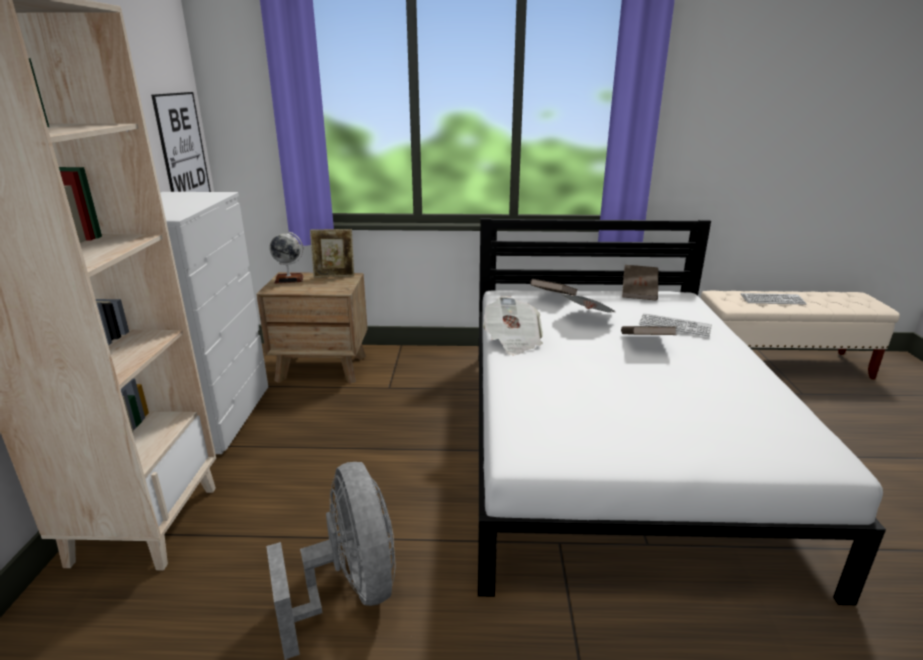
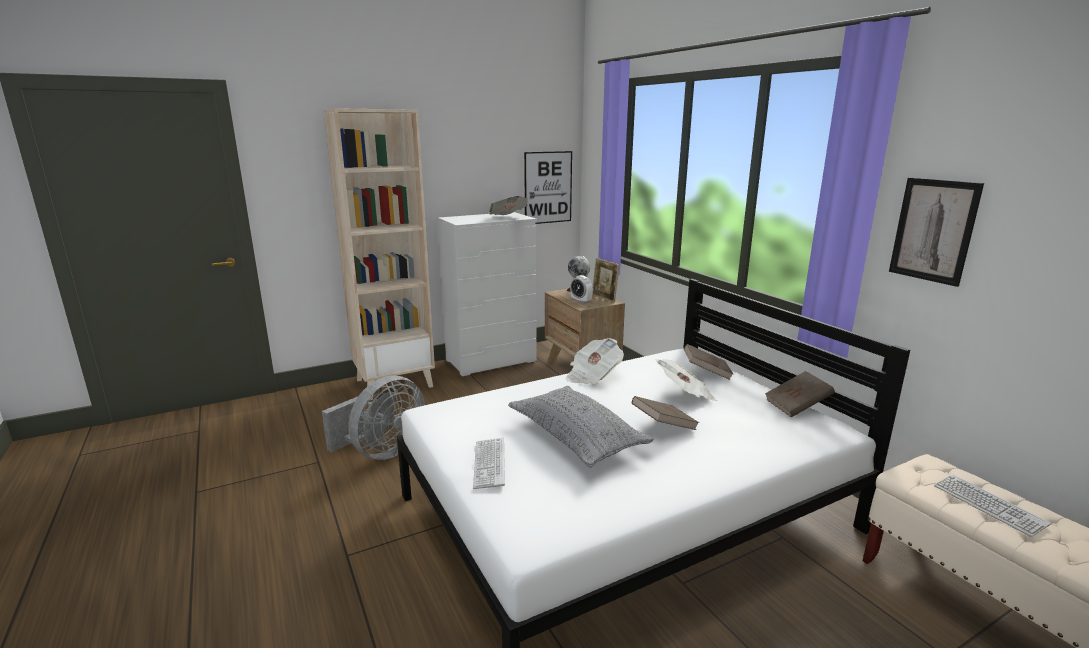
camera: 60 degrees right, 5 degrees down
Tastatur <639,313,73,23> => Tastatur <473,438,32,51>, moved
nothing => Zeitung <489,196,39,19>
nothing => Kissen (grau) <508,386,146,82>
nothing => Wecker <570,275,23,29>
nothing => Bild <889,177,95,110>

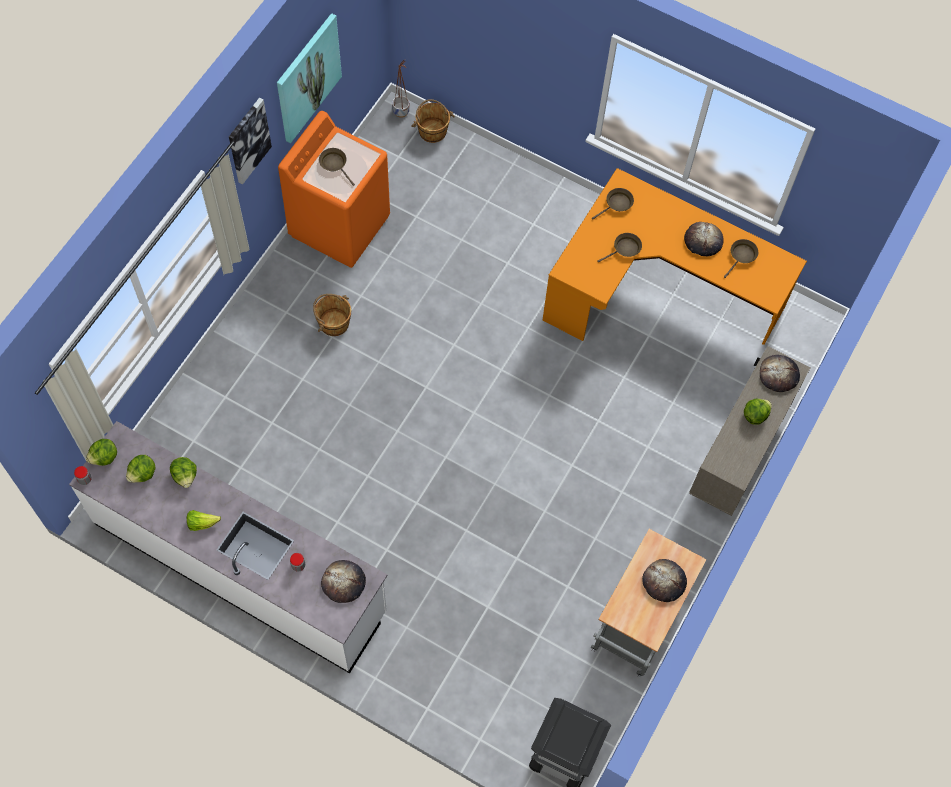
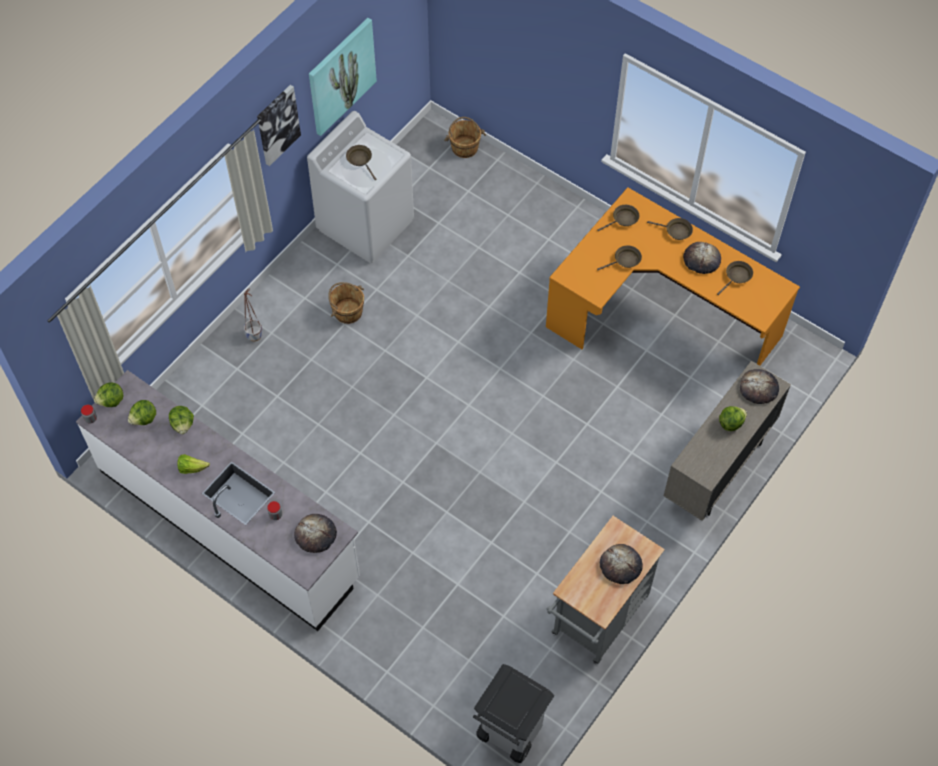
camera: 10 degrees right, 5 degrees down
Waschmaschine (orange) <278,111,112,157> => Waschmaschine (weiß) <307,111,107,152>
Pflanzkübel <392,60,18,58> => Pflanzkübel <244,288,19,53>, moved
nothing => Pfanne (braun) <647,218,46,22>

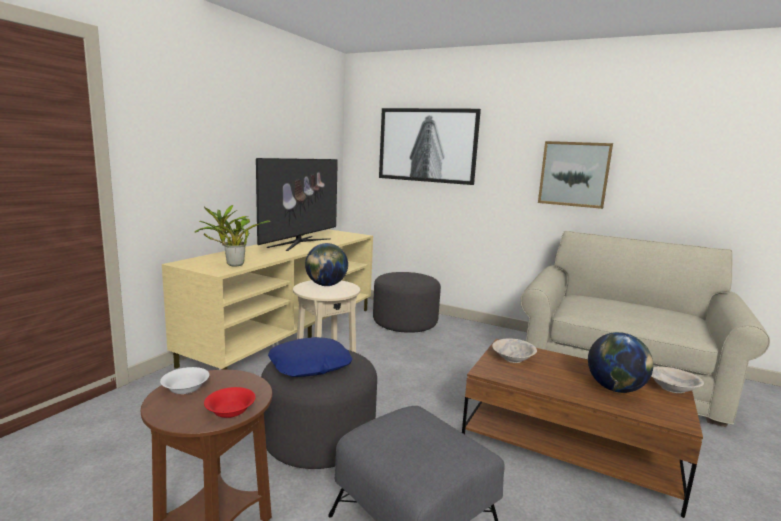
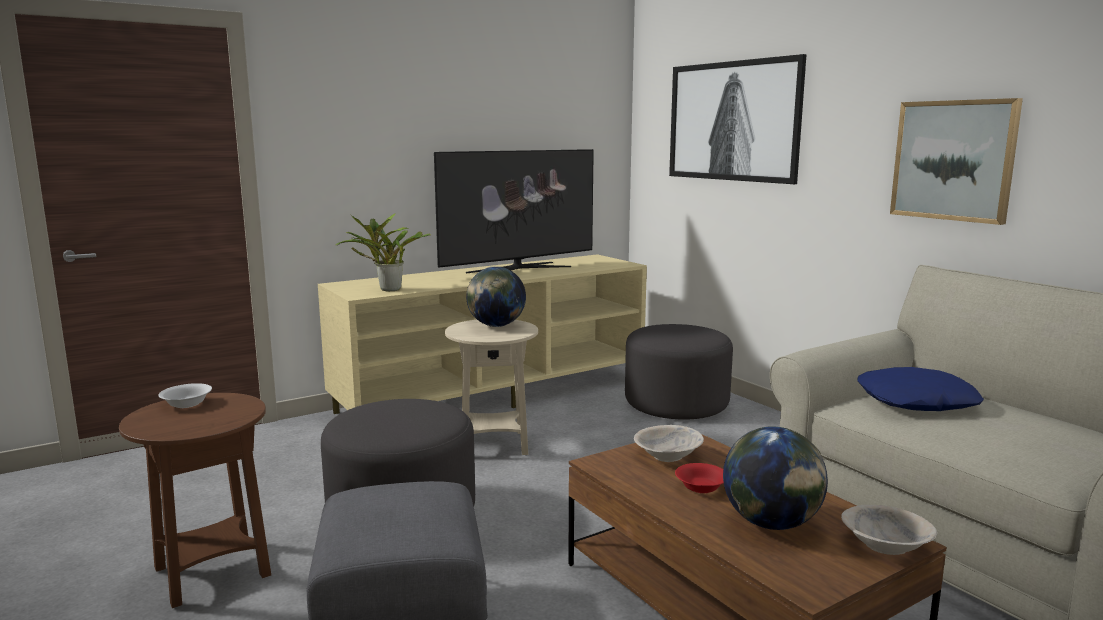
camera: 30 degrees right, 0 degrees up
Schüssel (rot) <204,387,52,31> => Schüssel (rot) <675,463,49,30>, moved
Kissen (blau) <268,337,85,40> => Kissen (blau) <857,367,127,44>, moved

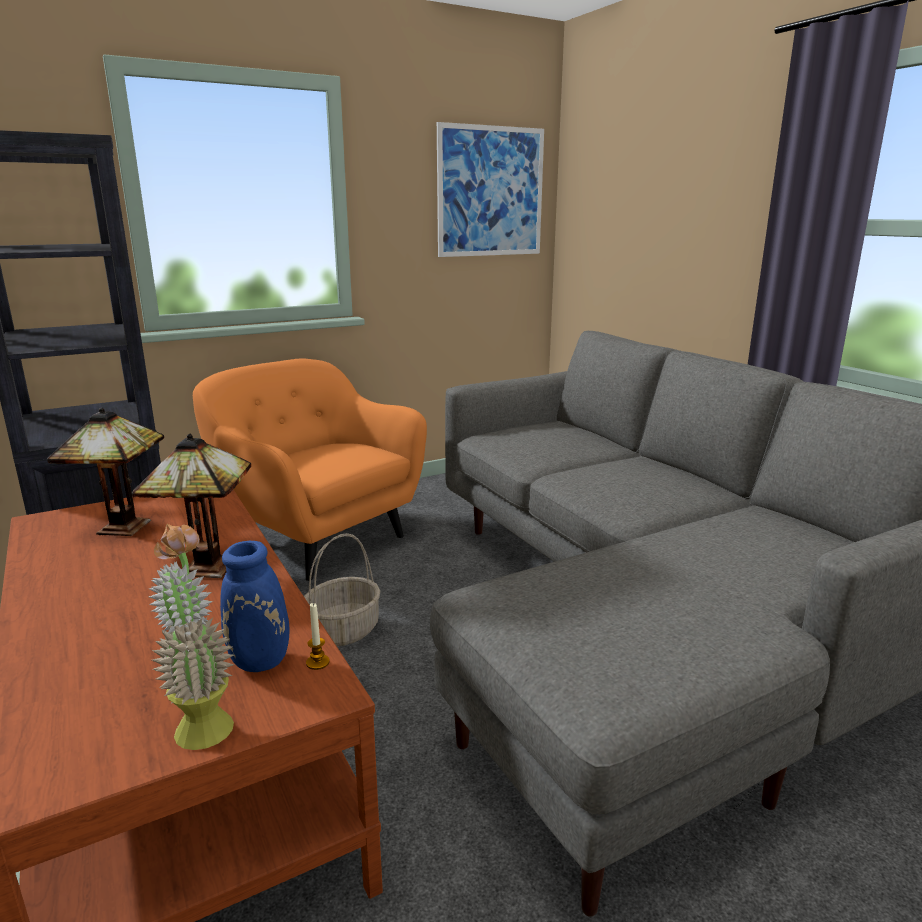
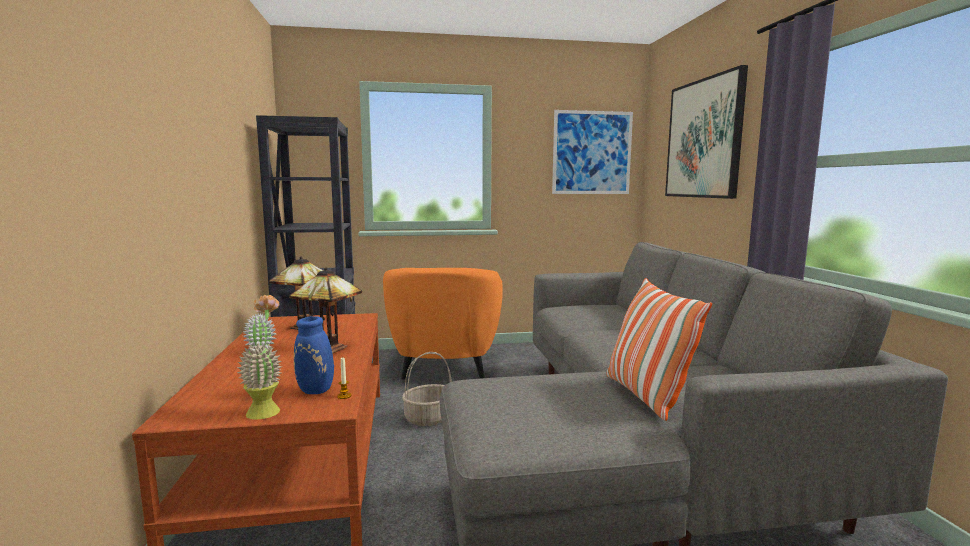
camera: 20 degrees right, 10 degrees down
Sessel (orange) <193,359,234,222> => Sessel (orange) <383,268,120,111>, 150 degrees counterclockwise
nothing => Kissen <607,278,105,143>
nothing => Bild <665,65,83,134>

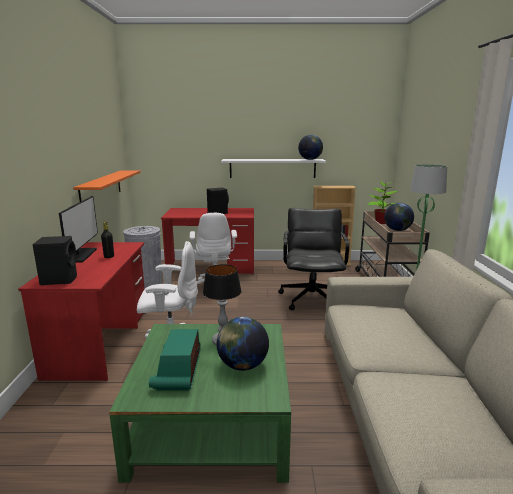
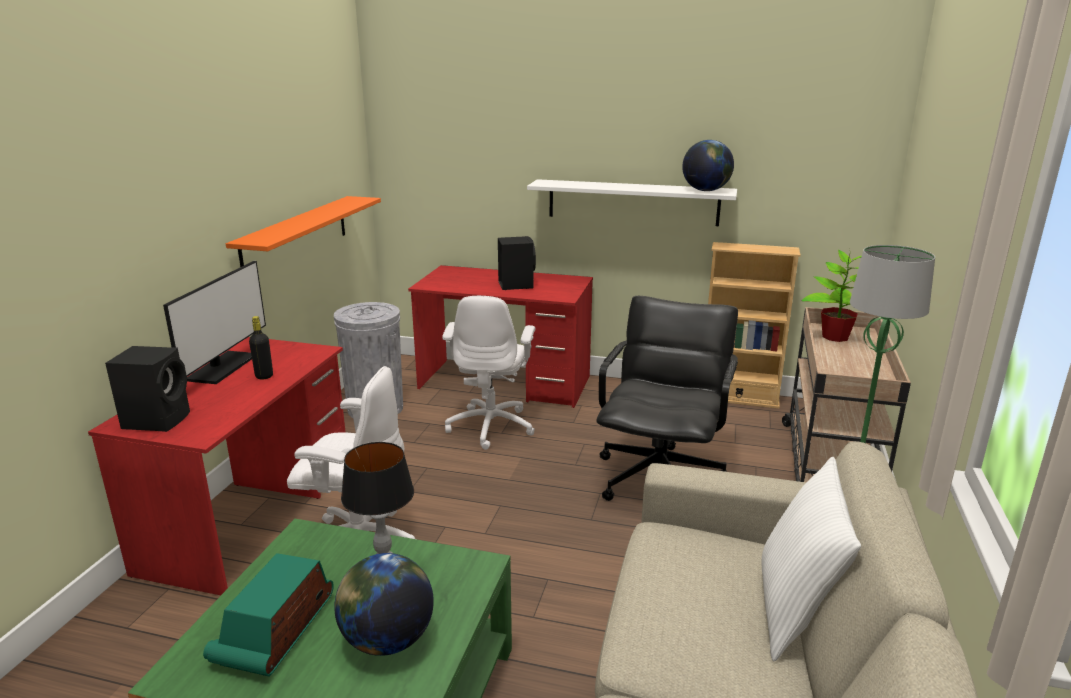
camera: 15 degrees right, 5 degrees up
Globus <384,203,30,28> => nothing
nothing => Kissen (weiß) <762,456,99,205>

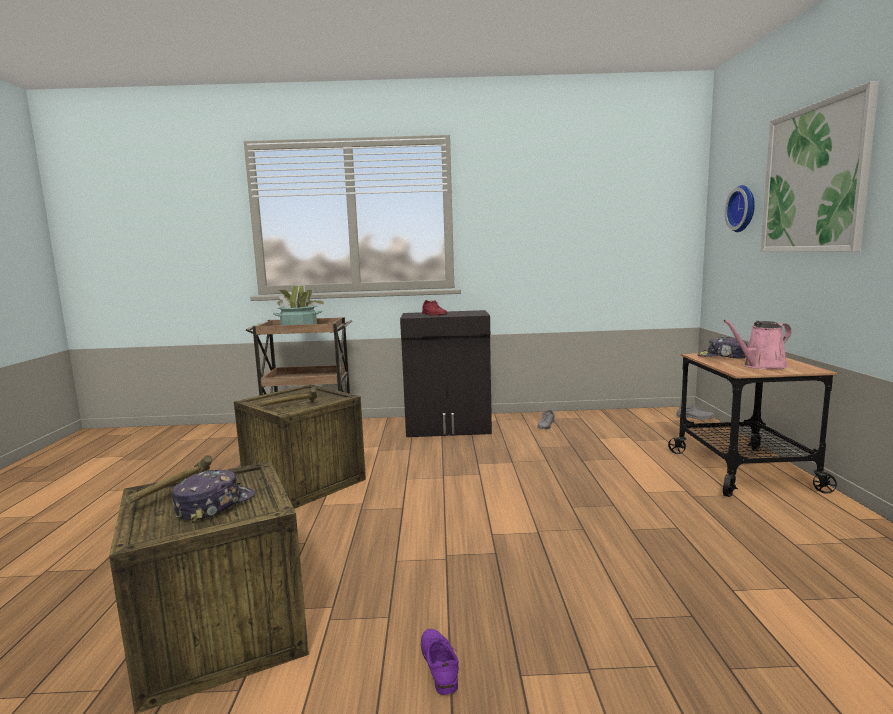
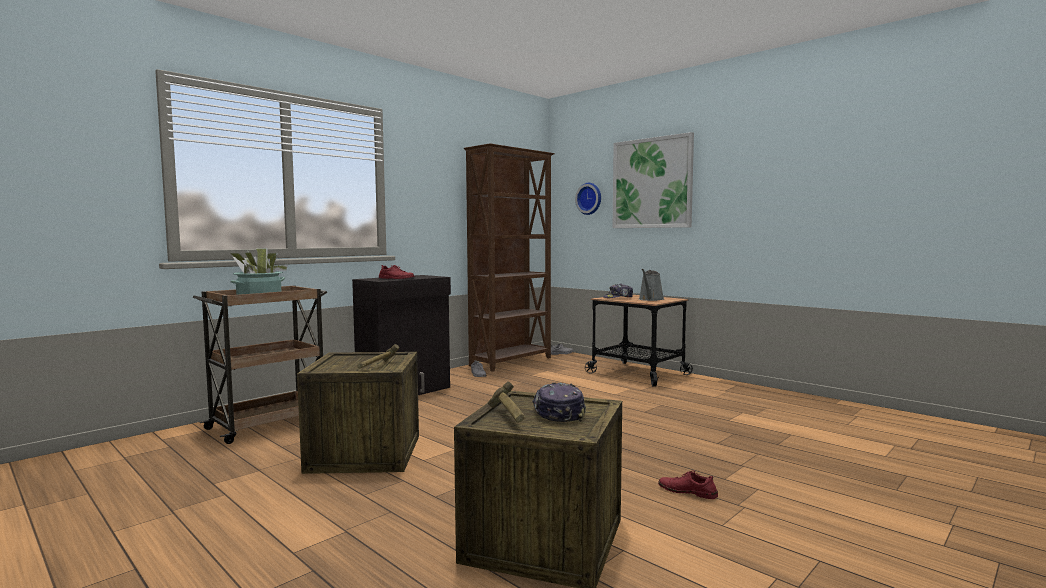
camera: 45 degrees left, 5 degrees down
Schuh (lila) <421,629,38,66> => Schuh (rot) <658,470,60,29>
Gießkanne (rosa) <723,320,69,49> => Gießkanne (grau) <639,269,25,32>
nothing => Bücherregal (braun) <463,144,92,228>

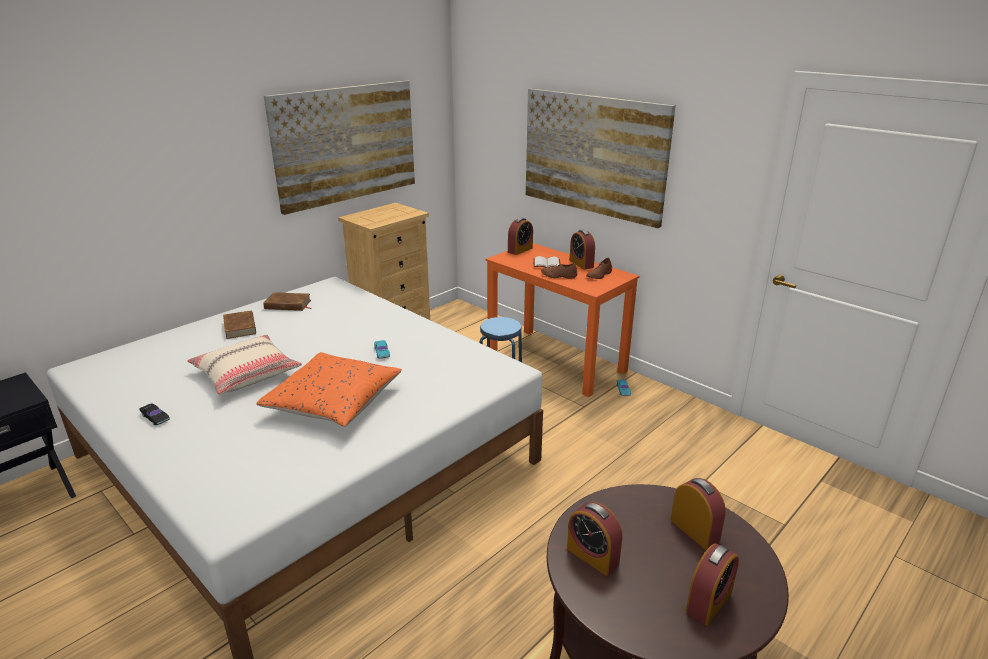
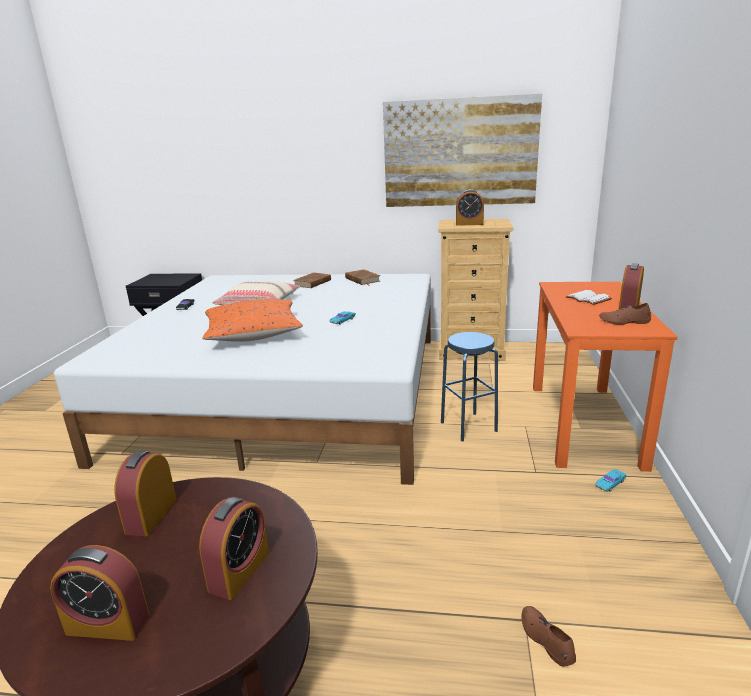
camera: 55 degrees right, 5 degrees down
Wecker <508,218,25,37> => Wecker <456,189,28,37>, moved
Bild <526,88,150,140> => nothing
Schuh (braun) <541,263,36,16> => Schuh (braun) <521,606,55,61>, moved

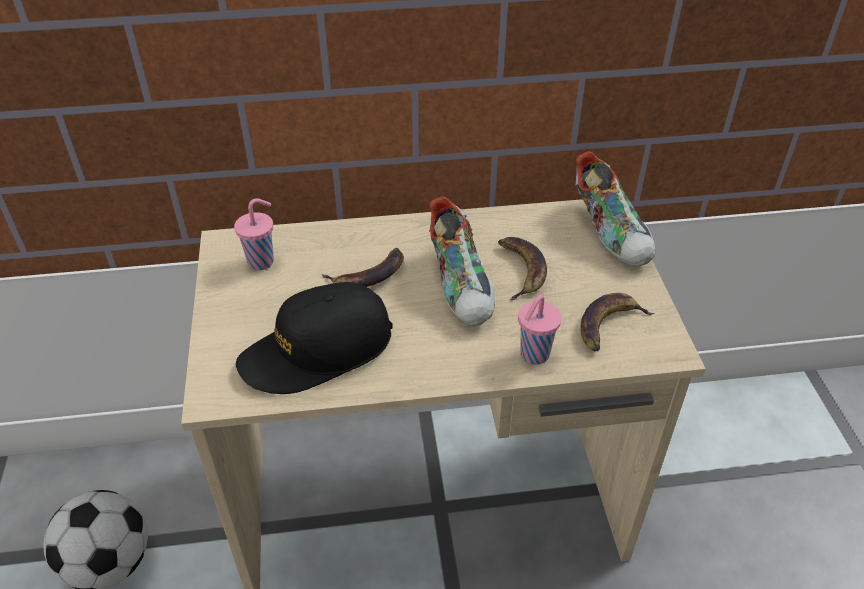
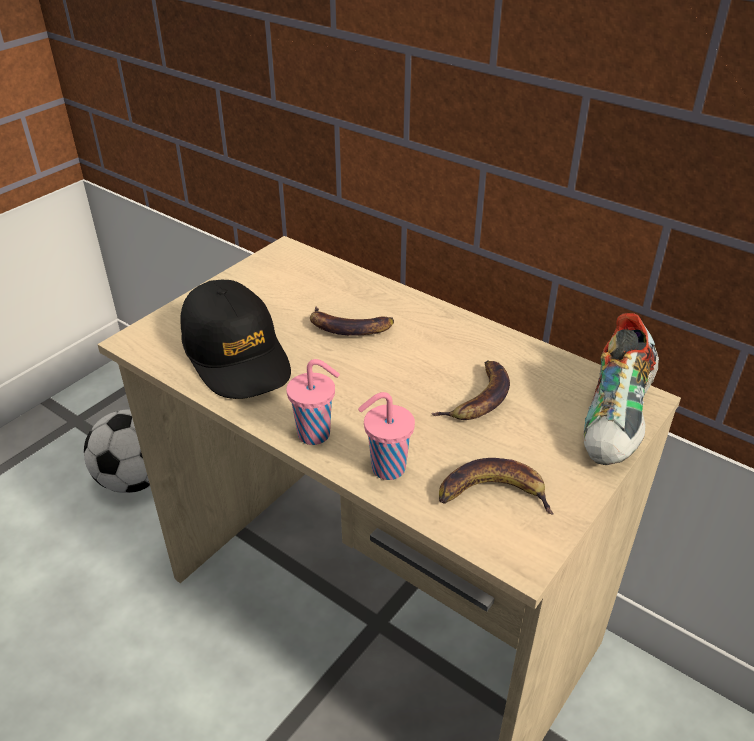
camera: 45 degrees right, 5 degrees down
Tasse (rosa) <234,198,40,72> => Tasse (rosa) <286,359,54,86>, moved
Kappe (schwarz) <236,282,157,112> => Kappe (schwarz) <180,280,111,119>, 135 degrees counterclockwise
Schuh <429,197,66,129> => nothing

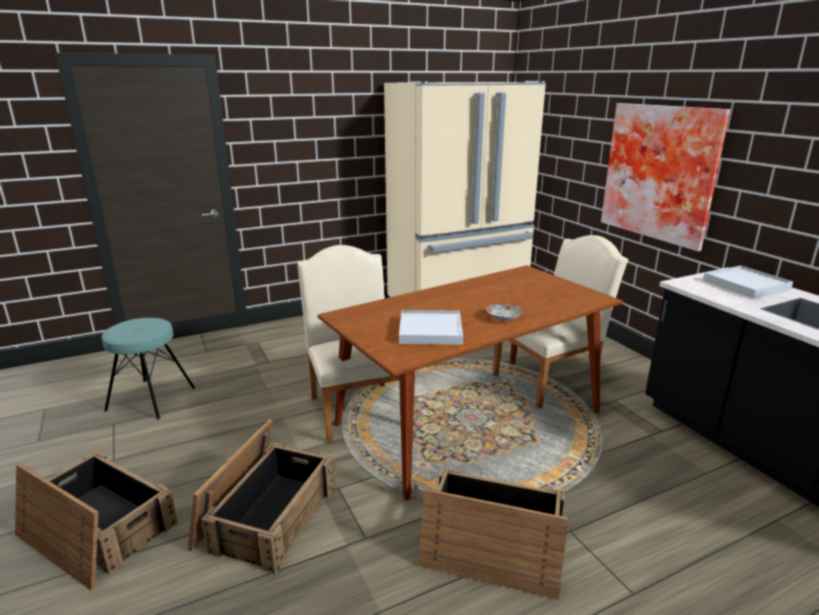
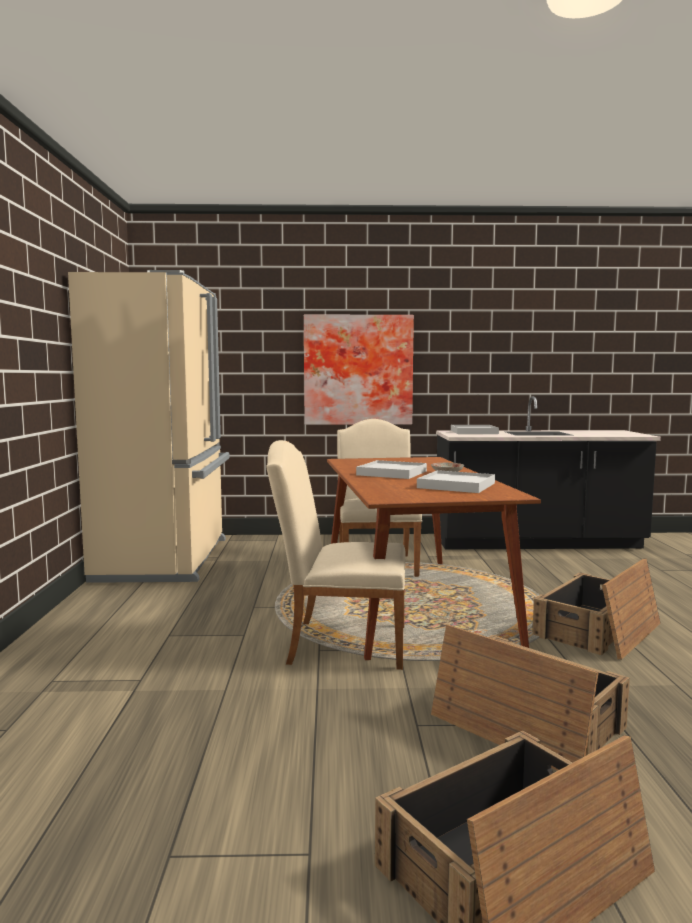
camera: 65 degrees left, 15 degrees down
Hocker (türkis) <102,318,93,102> => nothing
nothing => Tablett (weiß) <356,460,71,19>

